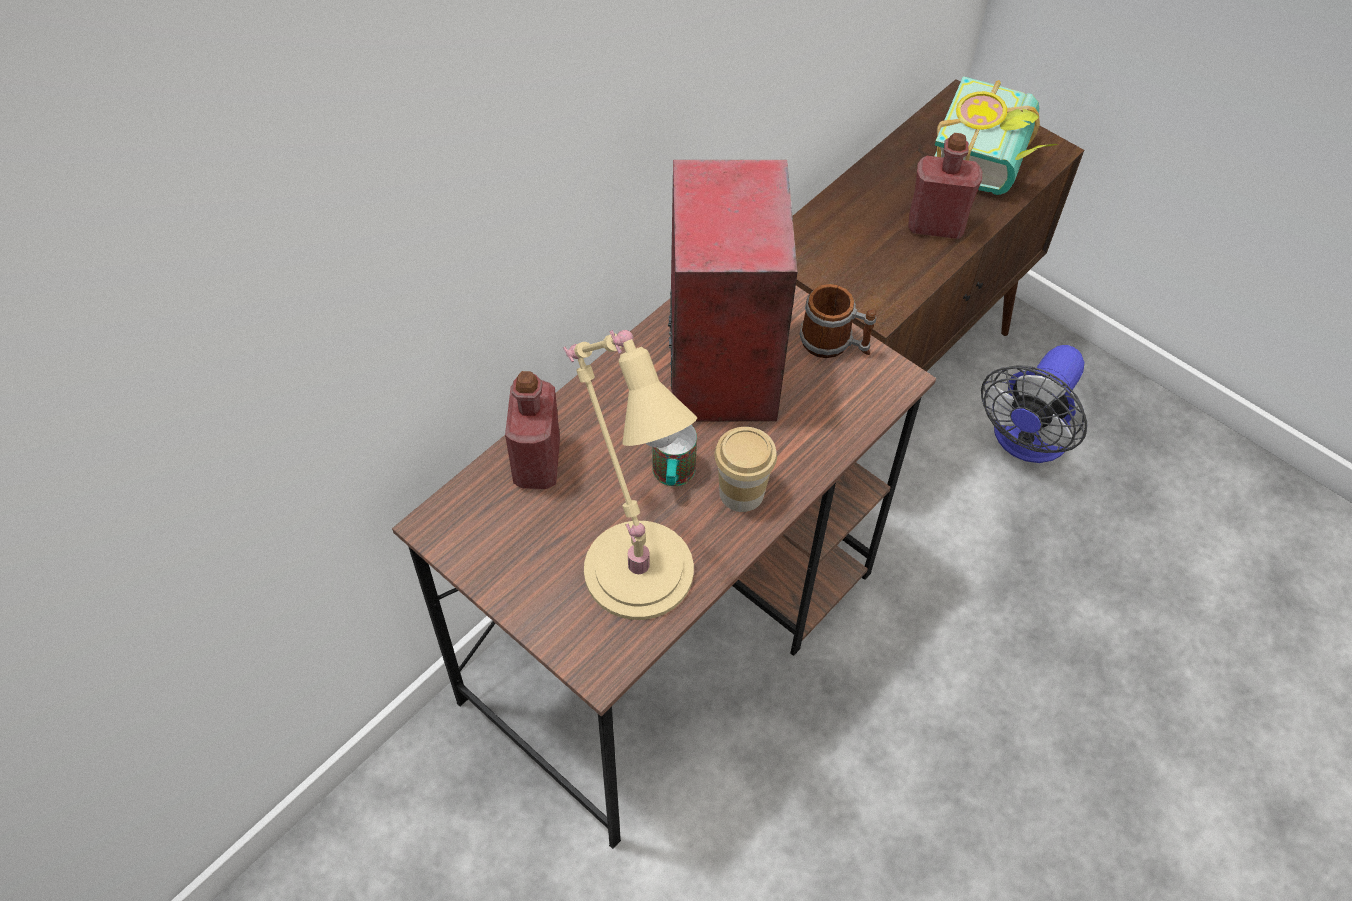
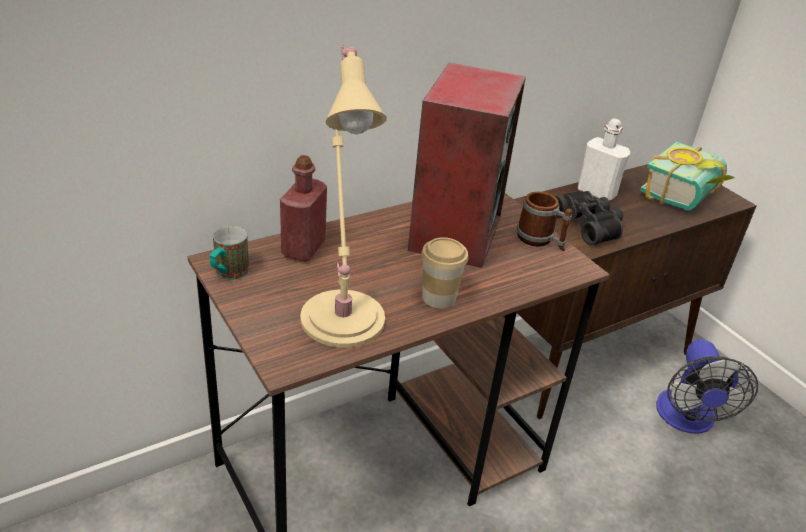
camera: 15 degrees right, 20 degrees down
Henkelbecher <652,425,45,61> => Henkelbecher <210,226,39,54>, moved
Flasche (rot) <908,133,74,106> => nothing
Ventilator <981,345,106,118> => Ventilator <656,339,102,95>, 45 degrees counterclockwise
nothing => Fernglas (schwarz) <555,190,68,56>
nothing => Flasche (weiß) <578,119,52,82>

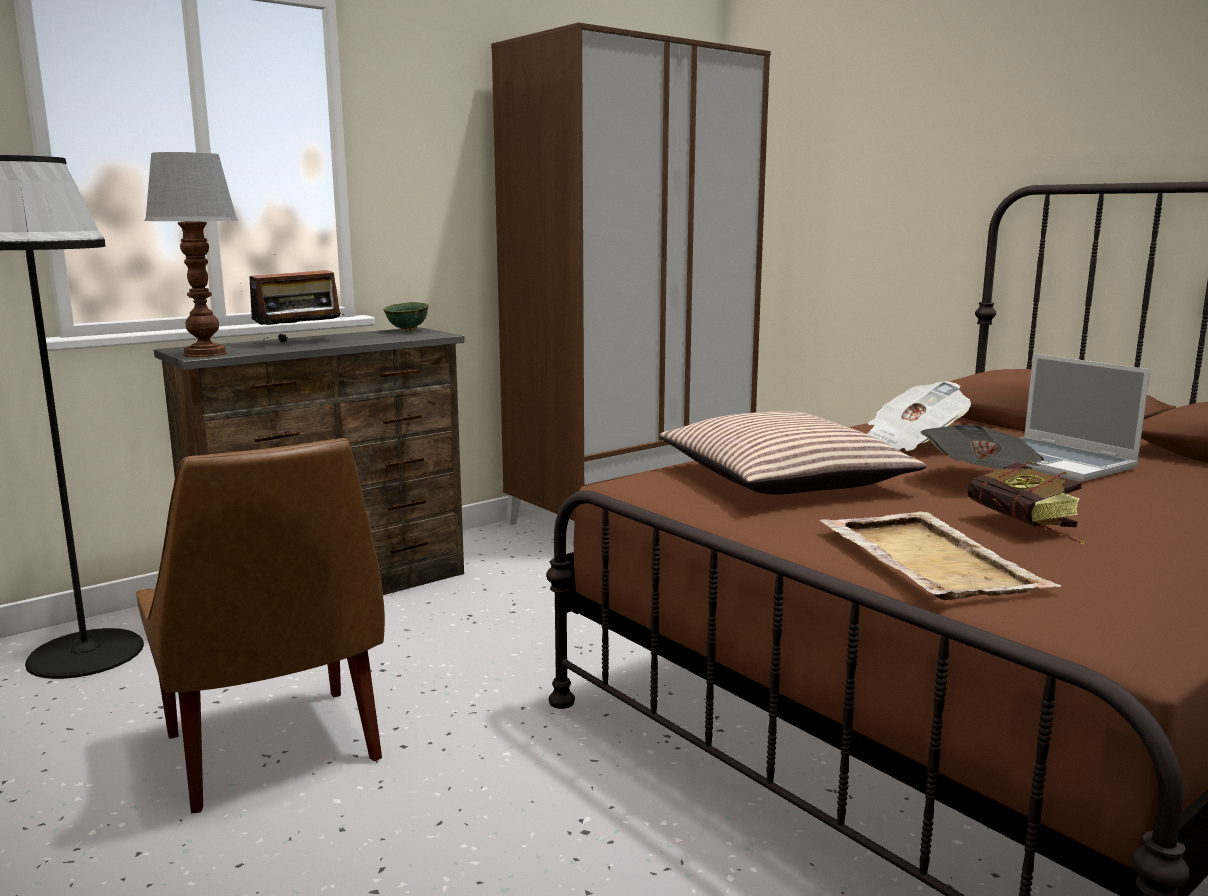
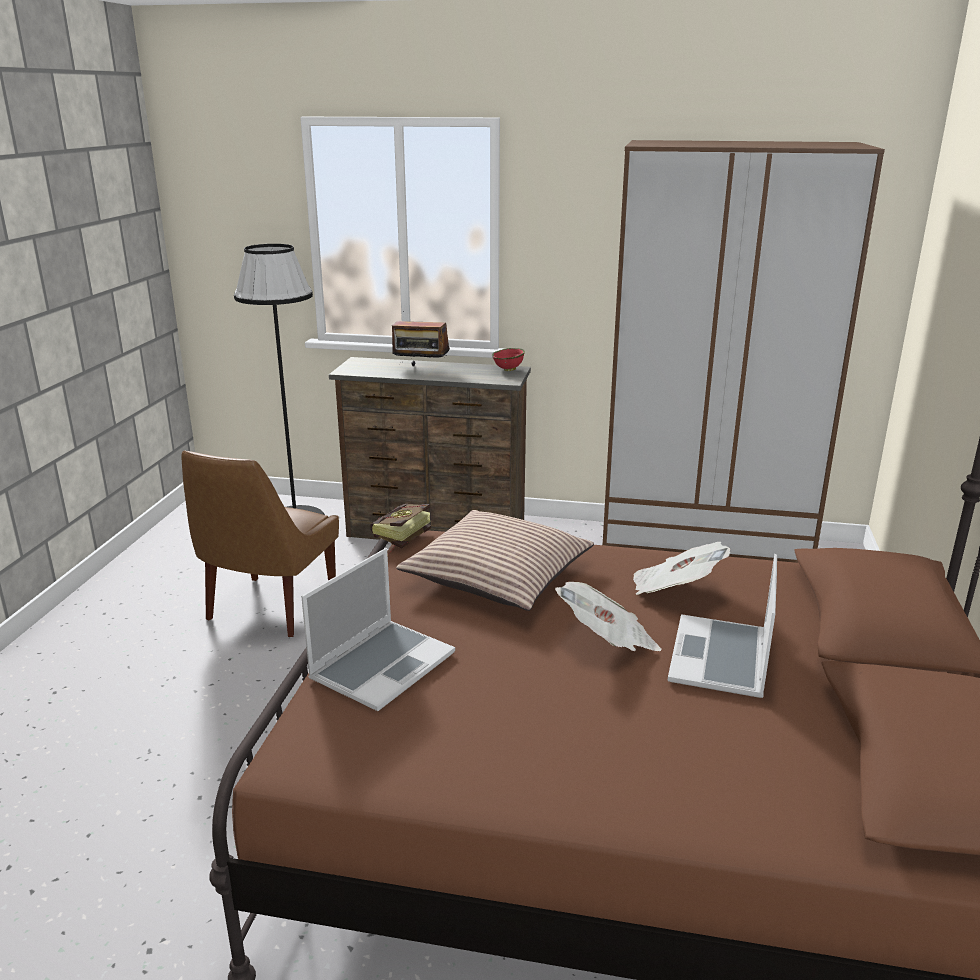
camera: 50 degrees right, 10 degrees up
Tischlampe <145,152,93,205> => nothing
Schüssel (grün) <383,302,46,30> => Schüssel (rot) <492,348,33,23>
Tablett (beige) <820,511,241,89> => Laptop <301,548,154,163>
Buch <968,461,117,83> => Buch <370,504,61,51>, moved

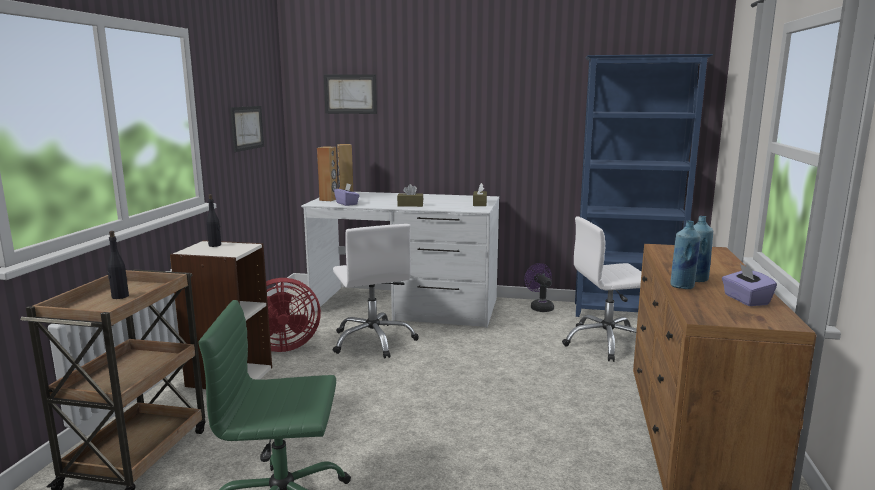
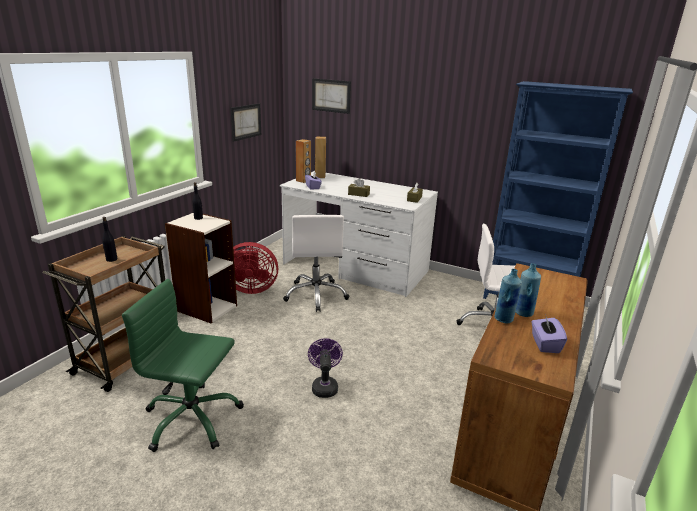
camera: 15 degrees right, 10 degrees up
Ventilator (lila) <524,263,30,49> => Ventilator (lila) <308,338,35,60>, moved

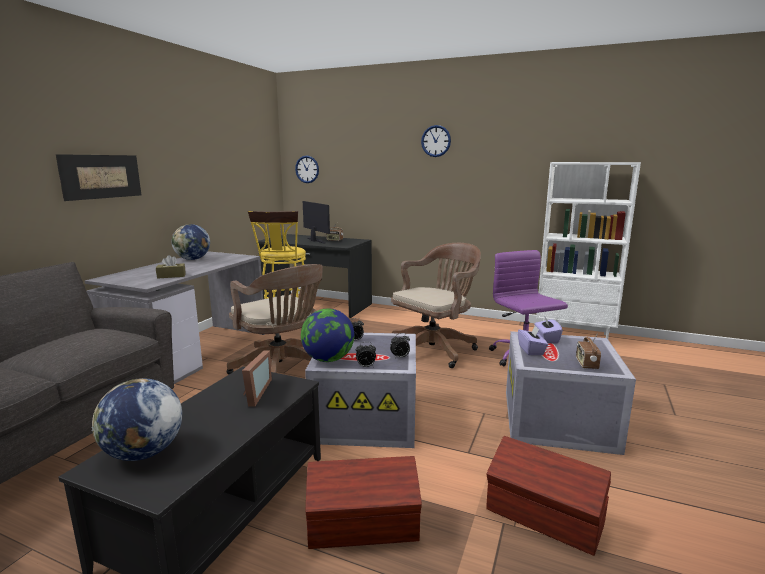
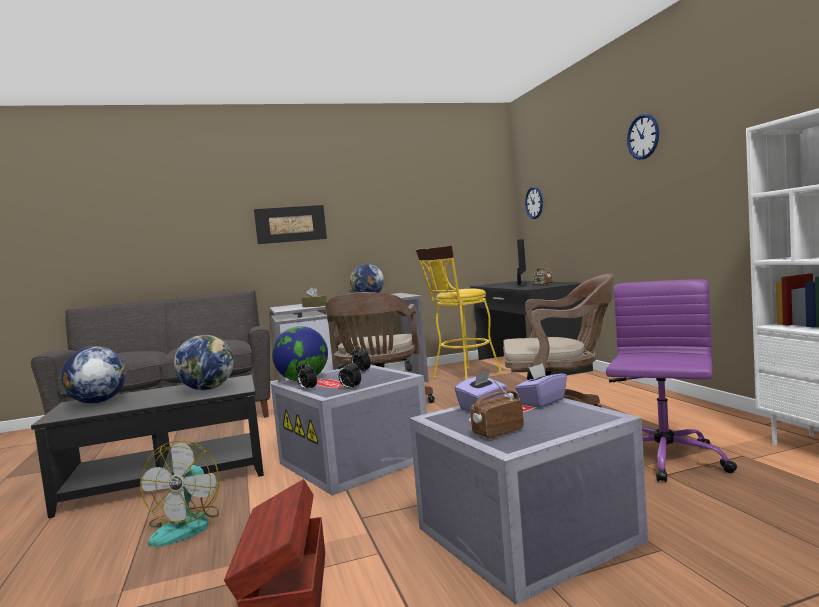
camera: 50 degrees right, 10 degrees down
Bilderrahmen <242,350,30,57> => Globus <174,335,60,55>
Aufbewahrungsbox (braun) <306,456,116,93> => Ventilator <140,440,79,107>

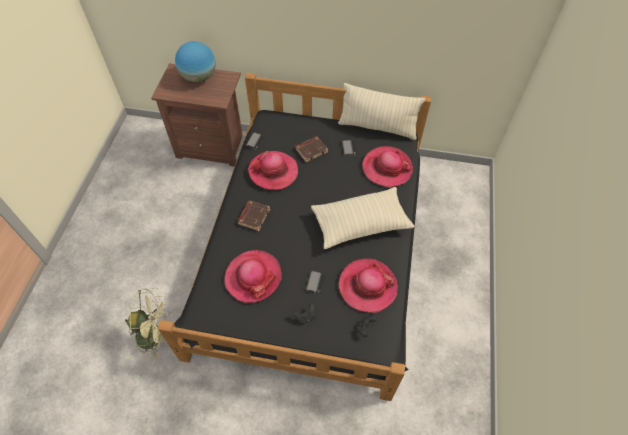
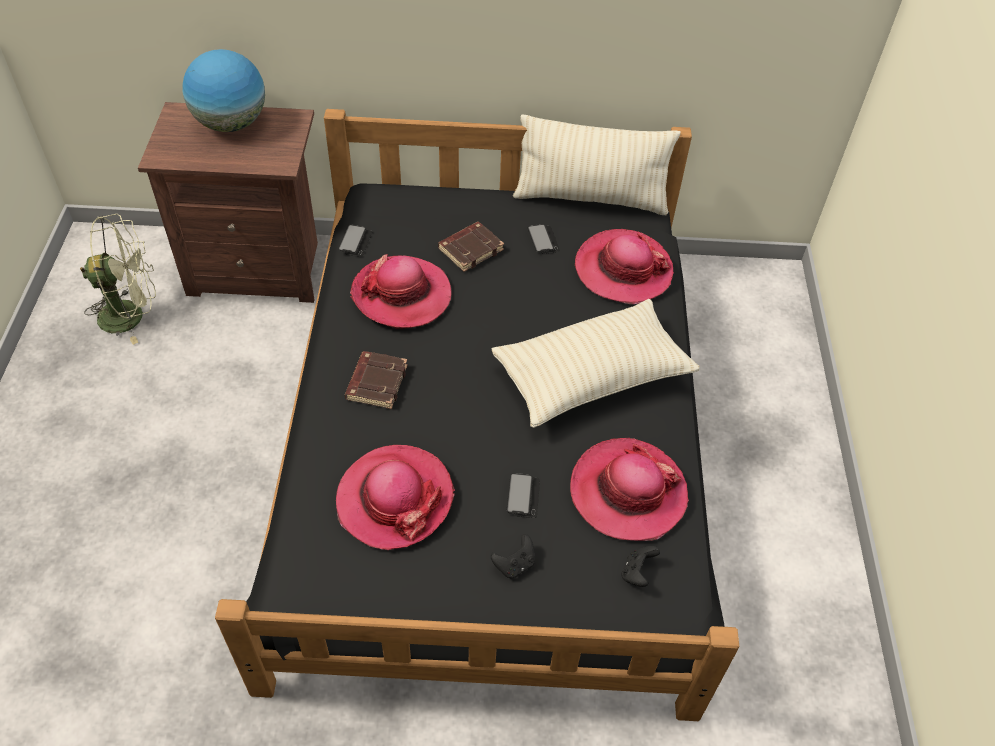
camera: 10 degrees left, 5 degrees down
Ventilator (grün) <125,288,45,71> => Ventilator (grün) <80,214,76,131>, moved

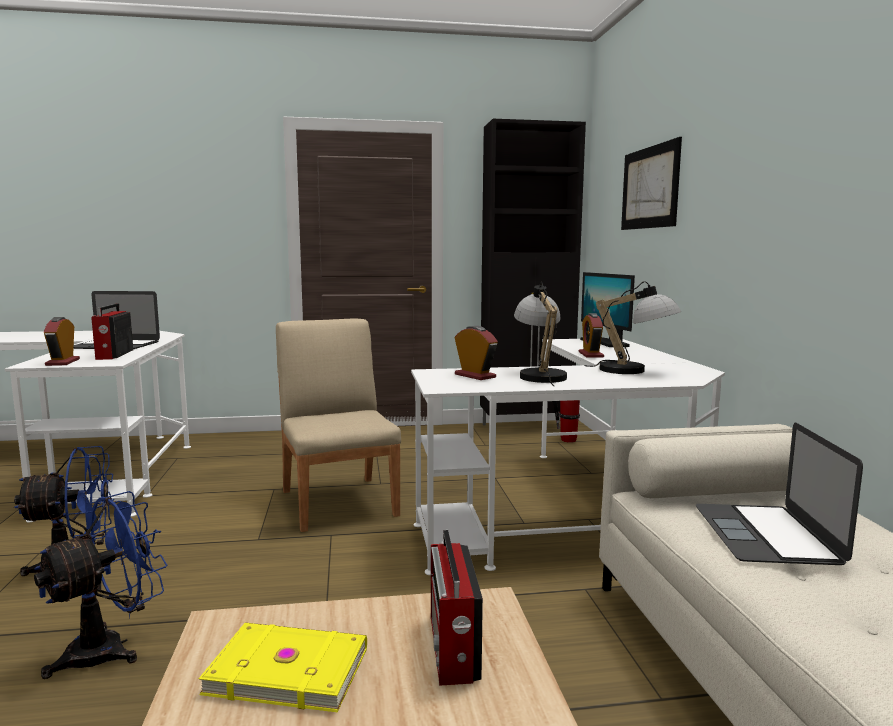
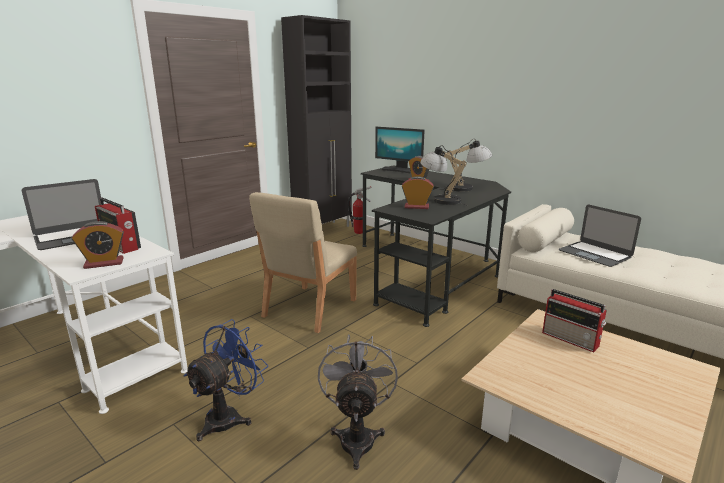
camera: 40 degrees left, 10 degrees up
Ventilator (blau) <34,491,133,188> => Ventilator (grau) <318,334,80,136>
Wecker <44,317,36,49> => Wecker <72,221,52,48>, 60 degrees counterclockwise
Buch (gelb) <198,623,169,89> => nothing
Stuhl (beige) <276,319,125,213> => Stuhl (beige) <249,192,108,141>, 90 degrees counterclockwise
Schreibtisch (weiß) <411,339,314,236> => Schreibtisch (schwarz) <361,165,150,162>
Bild <621,137,61,93> => nothing

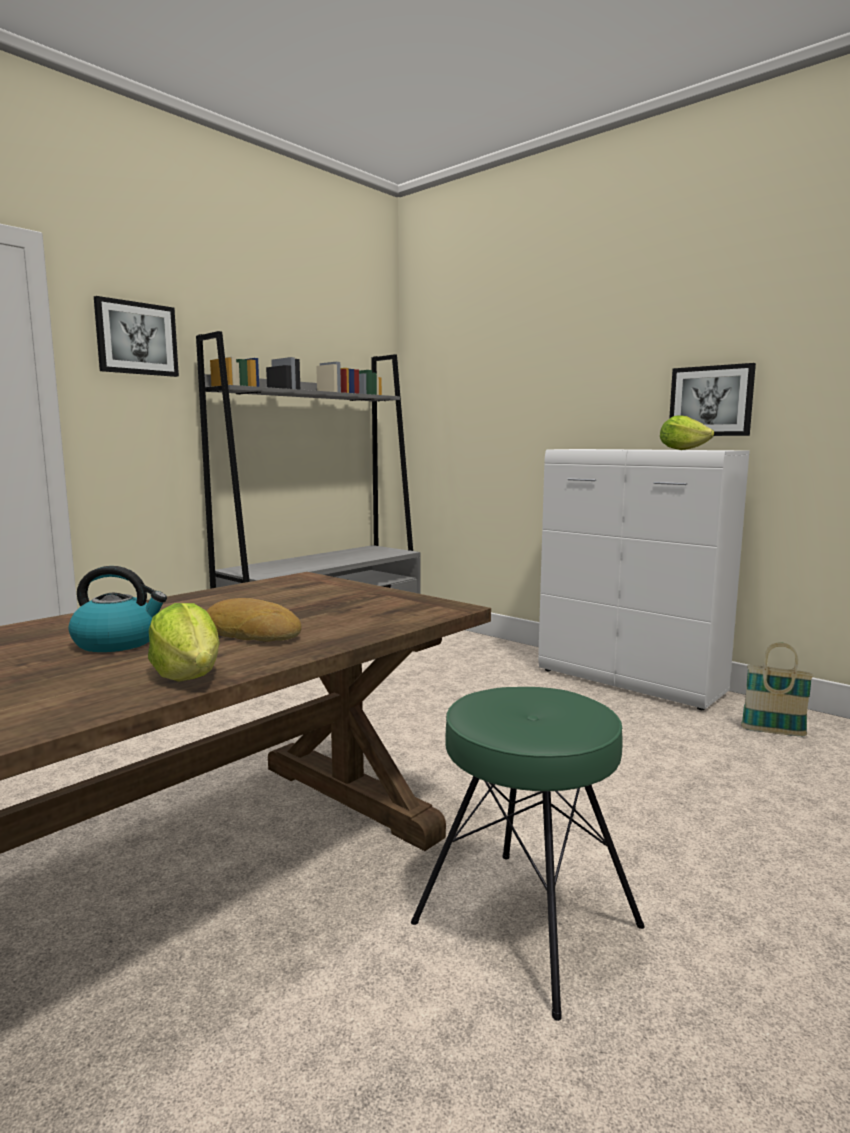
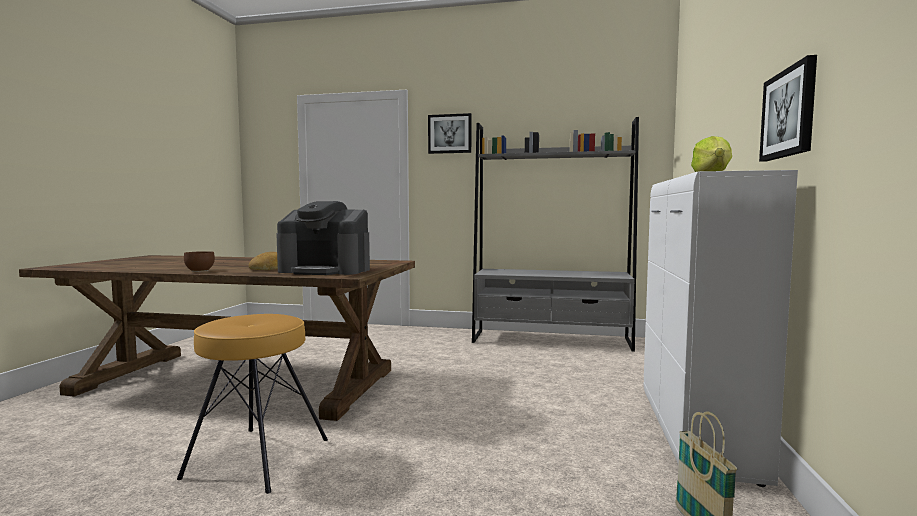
camera: 60 degrees right, 5 degrees down
Wasserkessel <69,566,98,86> => nothing
Salatkopf <148,603,72,79> => Schüssel (braun) <184,251,31,21>
Hocker (grün) <411,687,234,334> => Hocker (braun) <177,314,151,180>
nothing => Kaffeemaschine <276,201,94,74>

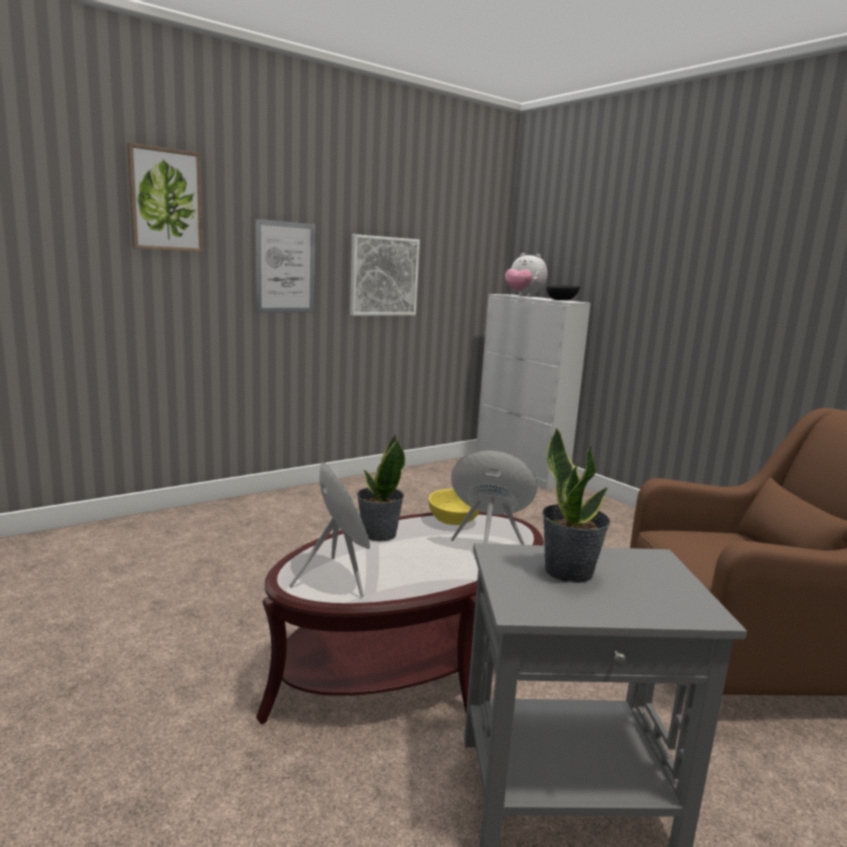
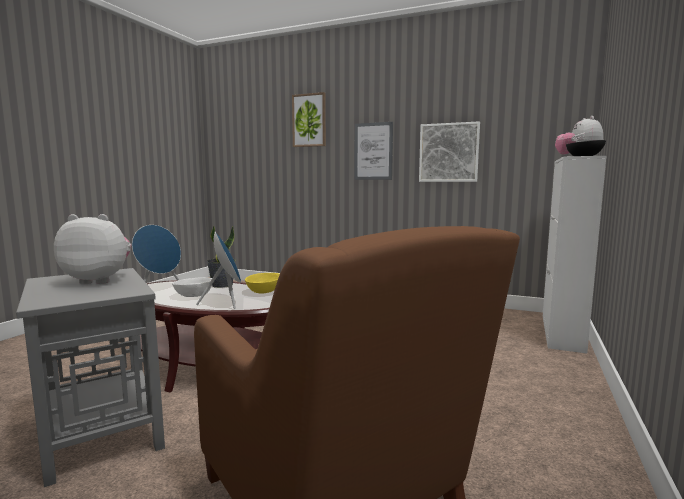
camera: 60 degrees right, 5 degrees down
Topfpflanze <542,427,68,156> => Plüschtier <54,214,77,70>
nothing => Schüssel (weiß) <172,277,40,20>

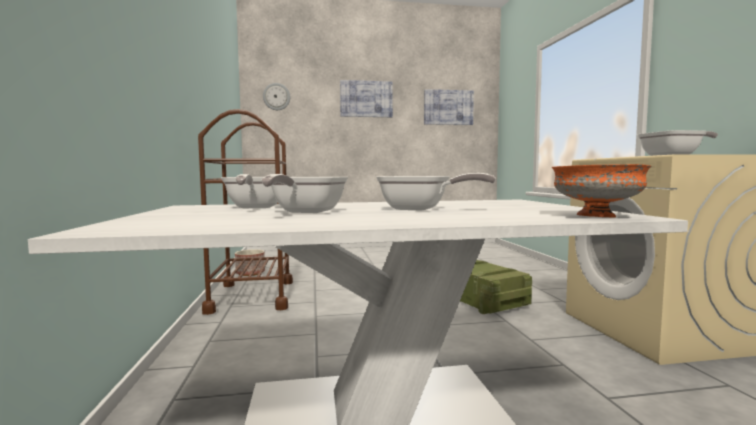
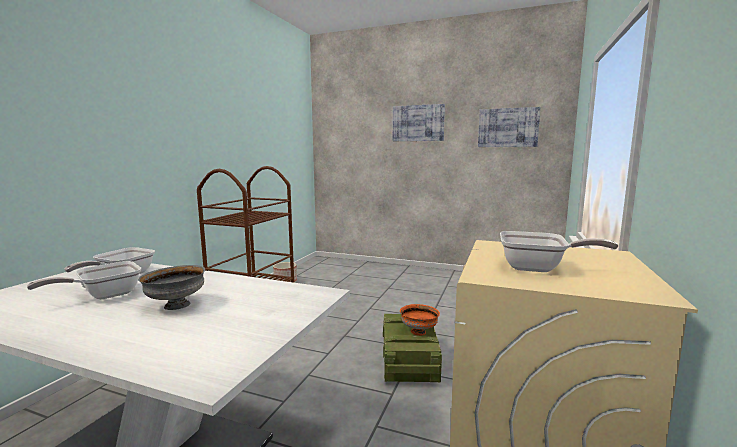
camera: 30 degrees right, 5 degrees up
Wanduhr <263,83,27,27> => nothing
Pfanne <376,173,120,38> => Schüssel (grau) <138,265,67,45>
Schüssel (orange) <552,164,99,53> => Schüssel (orange) <400,304,40,32>, moved

